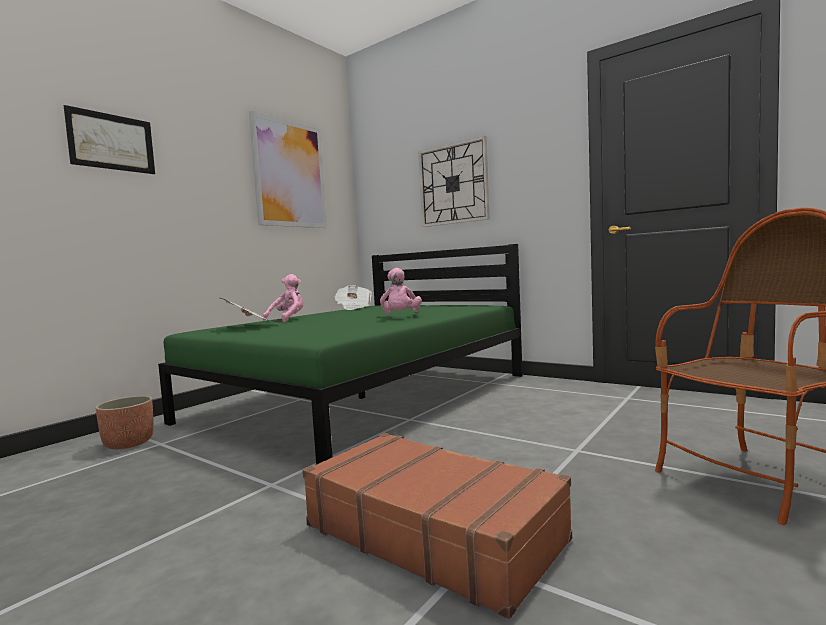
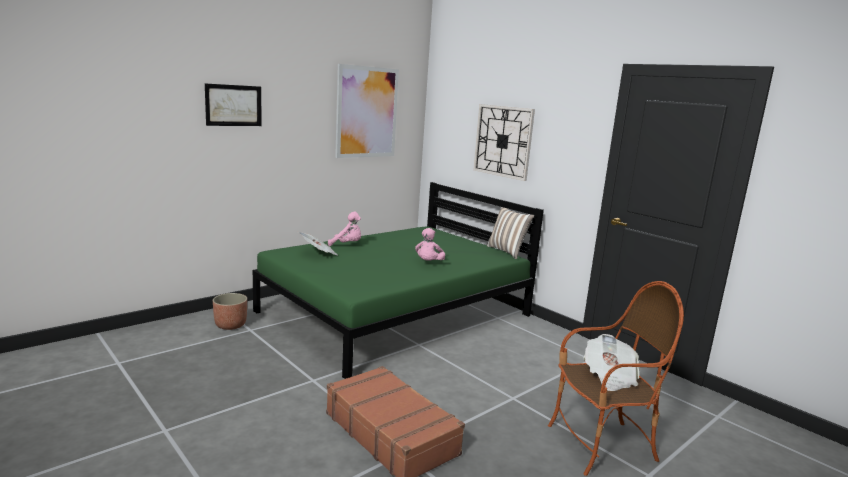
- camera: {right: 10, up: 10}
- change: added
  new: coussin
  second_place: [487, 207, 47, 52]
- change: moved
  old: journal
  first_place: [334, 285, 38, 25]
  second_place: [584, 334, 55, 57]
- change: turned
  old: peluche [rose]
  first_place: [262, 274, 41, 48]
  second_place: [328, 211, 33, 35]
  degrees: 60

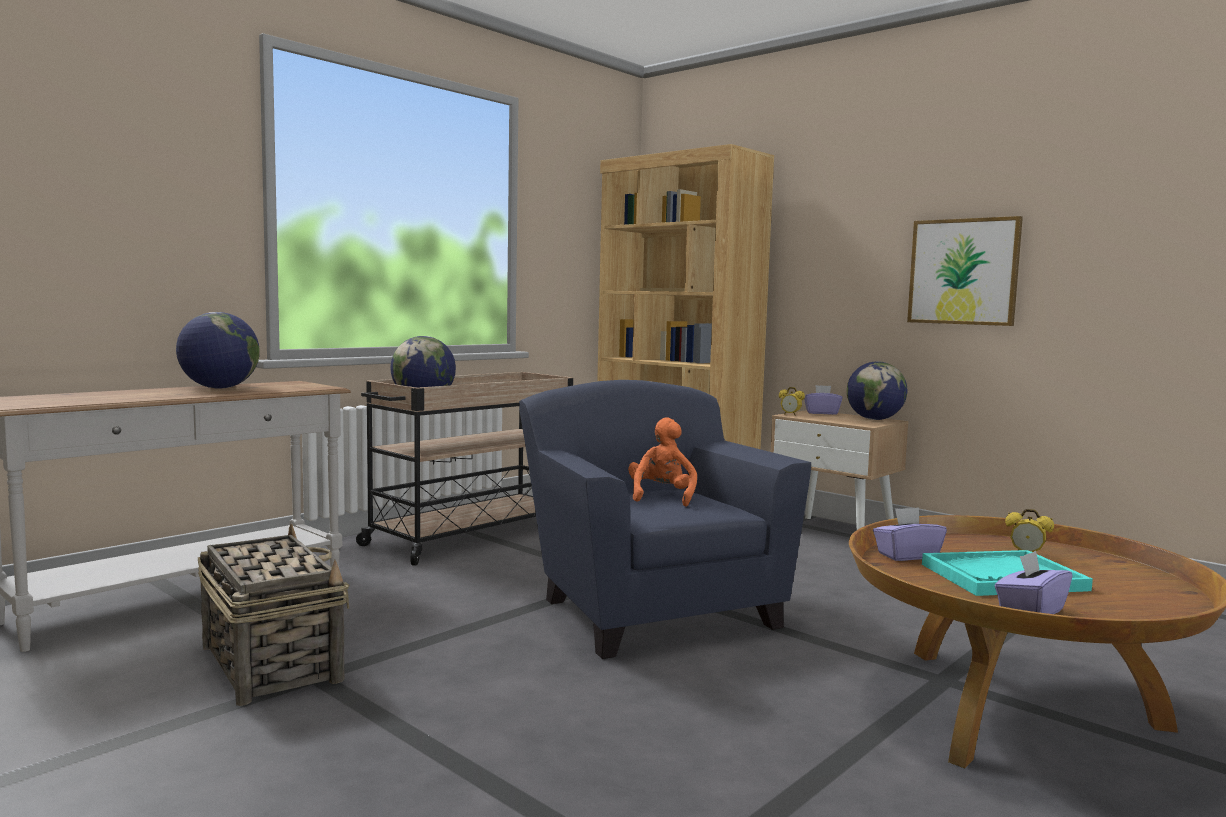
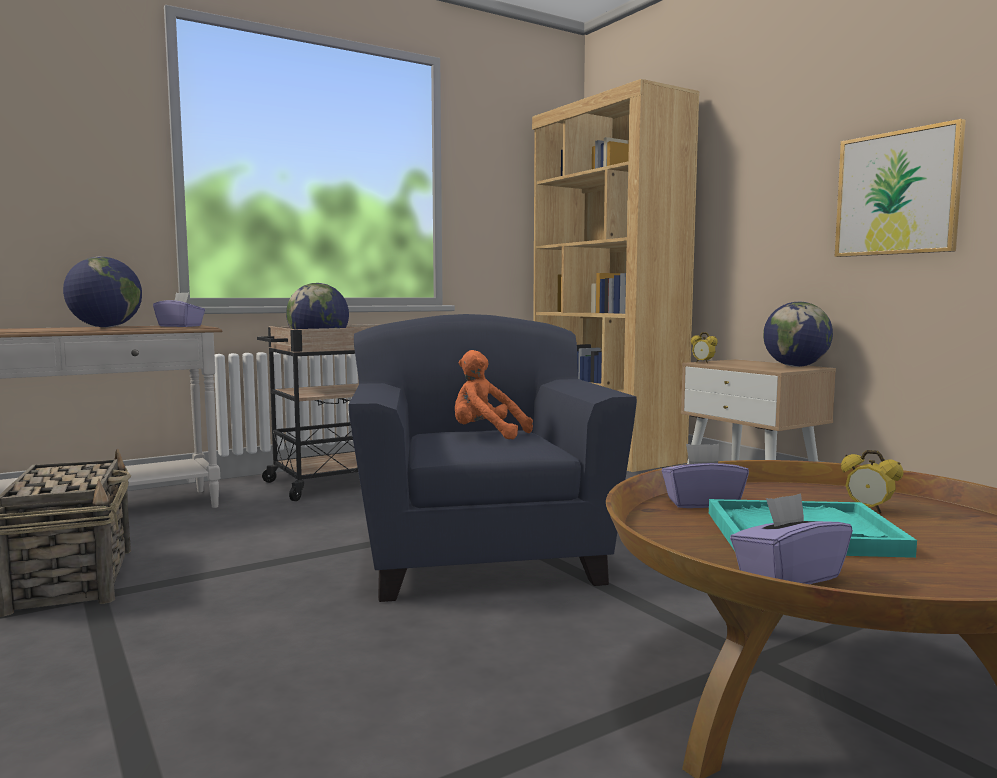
- camera: {right: 15, up: 0}
- change: moved
  old: boîte à mouchoirs [violet]
  first_place: [804, 385, 38, 30]
  second_place: [153, 292, 52, 35]
- change: turned
  old: peluche [orange]
  first_place: [628, 417, 69, 89]
  second_place: [455, 350, 78, 89]
  degrees: -90

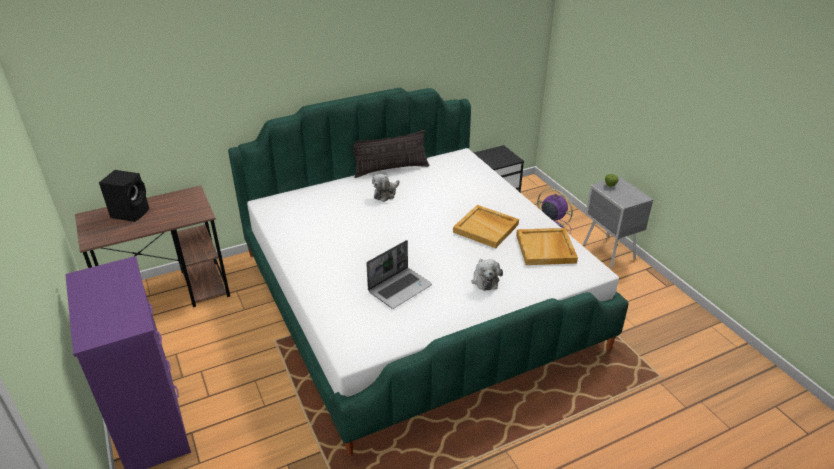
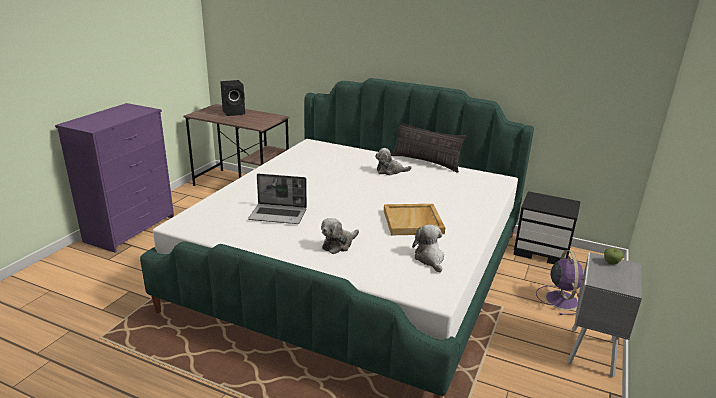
- camera: {right: 50, up: -10}
- change: replaced
  old: plateau [beige]
  new: peluche
  first_place: [516, 228, 62, 37]
  second_place: [412, 224, 32, 49]

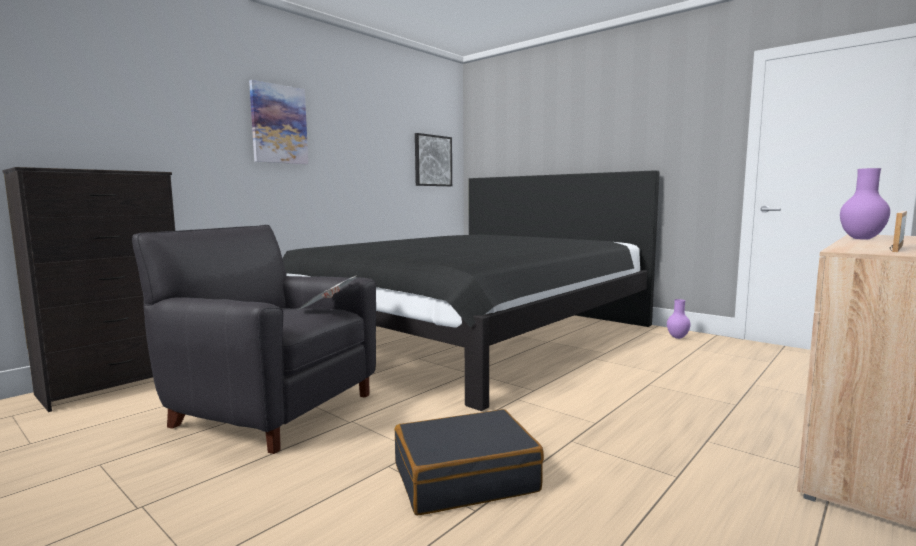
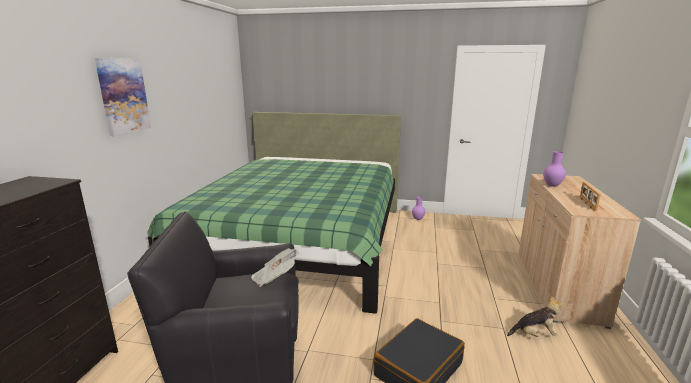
- camera: {right: -30, up: 10}
- change: removed
  old: tableau
  first_place: [415, 133, 37, 53]
- change: added
  new: peluche
  second_place: [507, 296, 57, 41]
- change: recoloured
  old: lit [noir]
  new: lit [vert]
  first_place: [283, 170, 376, 241]
  second_place: [147, 112, 254, 202]

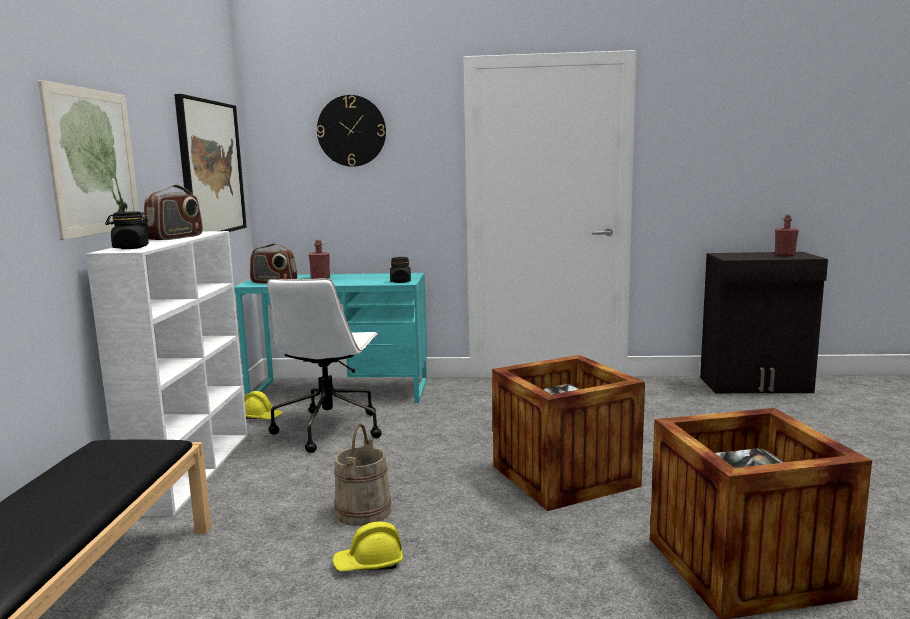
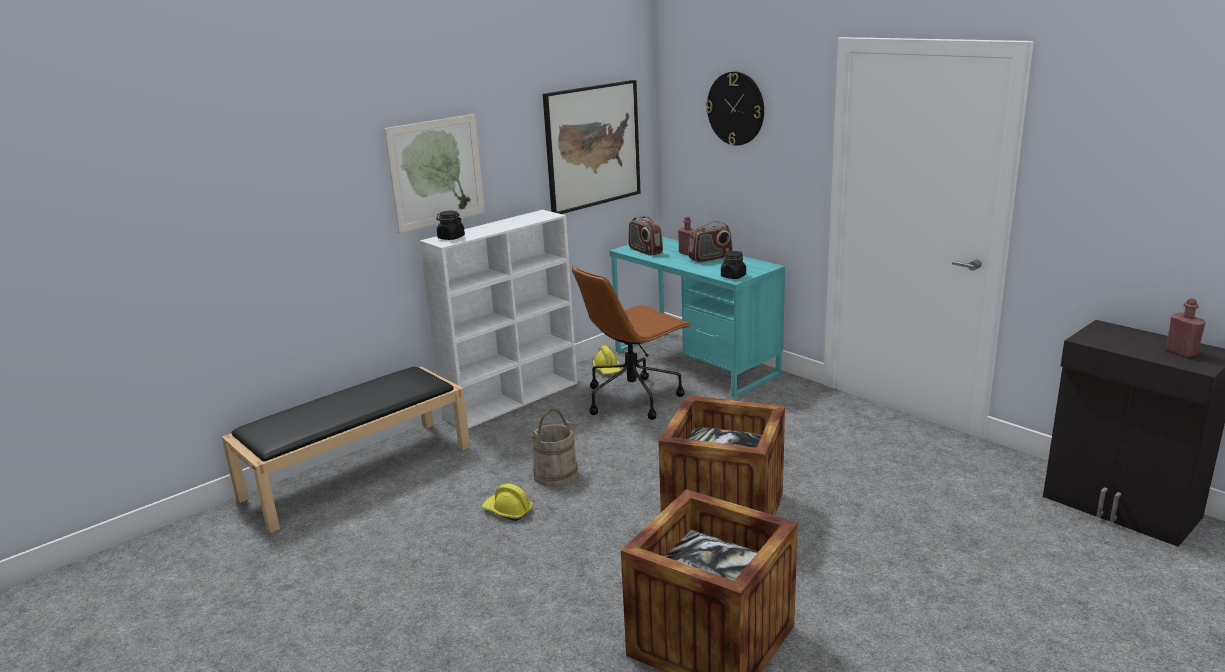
- camera: {right: 45, up: 10}
- change: moved
  old: radio
  first_place: [144, 185, 59, 55]
  second_place: [688, 221, 45, 42]
- change: recoloured
  old: chaise de bureau [blanc]
  new: chaise de bureau [marron]
  first_place: [267, 278, 115, 175]
  second_place: [572, 266, 120, 154]

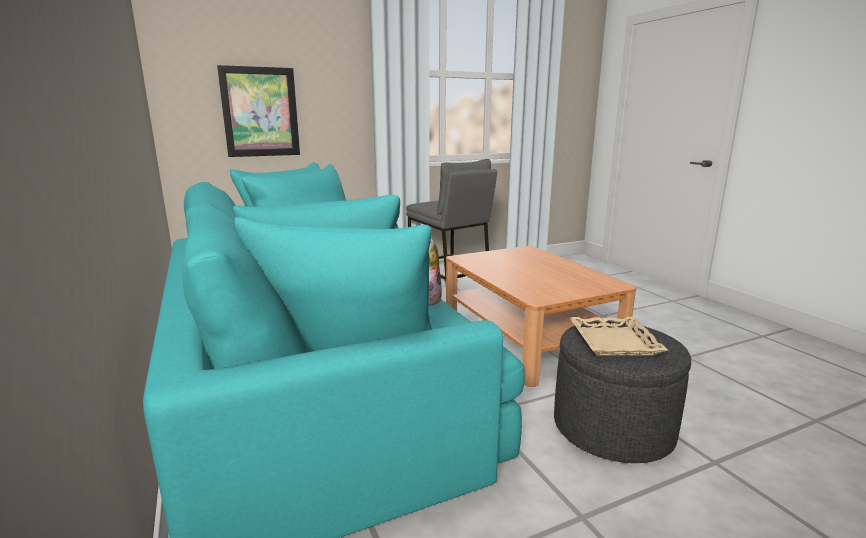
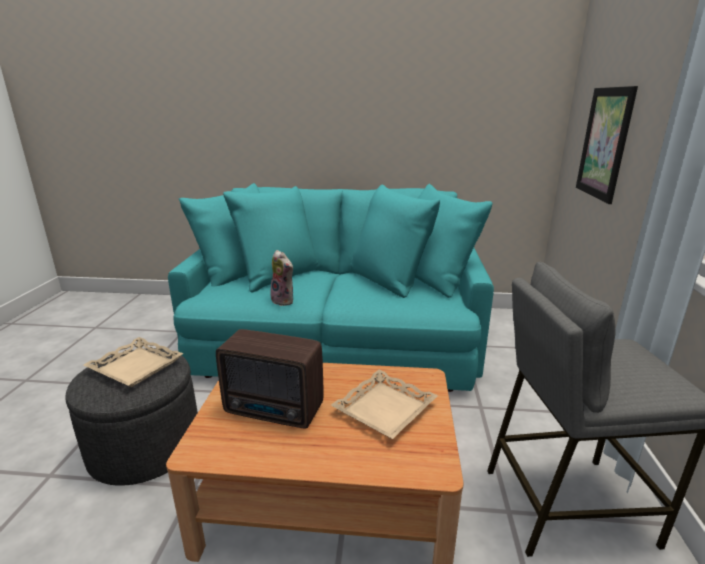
- camera: {right: 120, up: 5}
- change: added
  new: radio
  second_place: [216, 329, 107, 100]
- change: added
  new: plateau [beige]
  second_place: [331, 370, 107, 69]

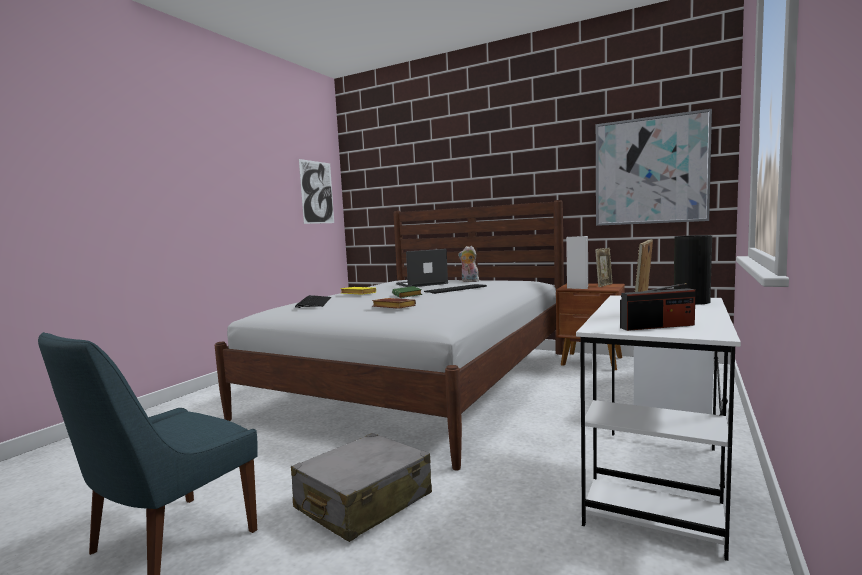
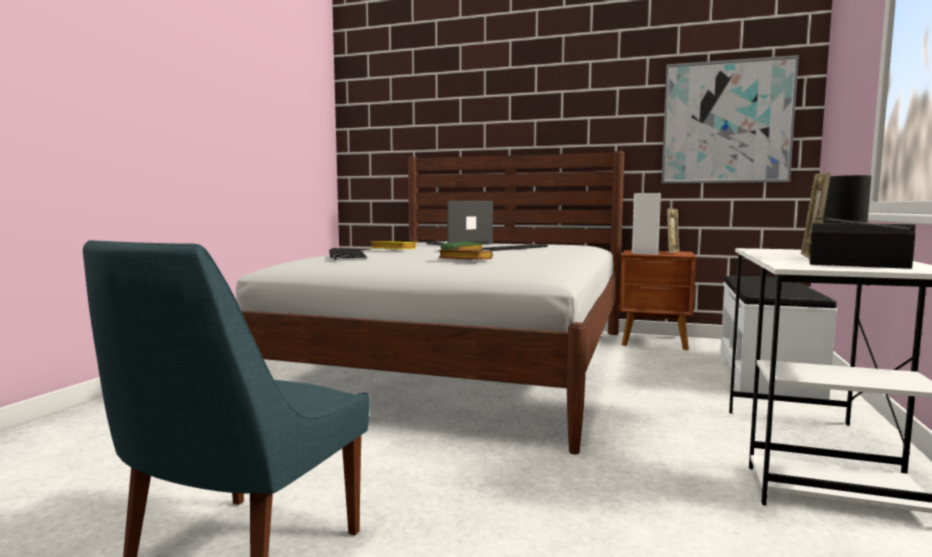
- camera: {right: -10, up: 0}
- change: removed
  old: valise [gris]
  first_place: [291, 433, 141, 109]
- change: removed
  old: tableau
  first_place: [299, 159, 35, 65]
- change: removed
  old: peluche
  first_place: [458, 246, 21, 36]
- change: turned
  old: radio
  first_place: [620, 283, 76, 48]
  second_place: [809, 217, 107, 52]
  degrees: -135

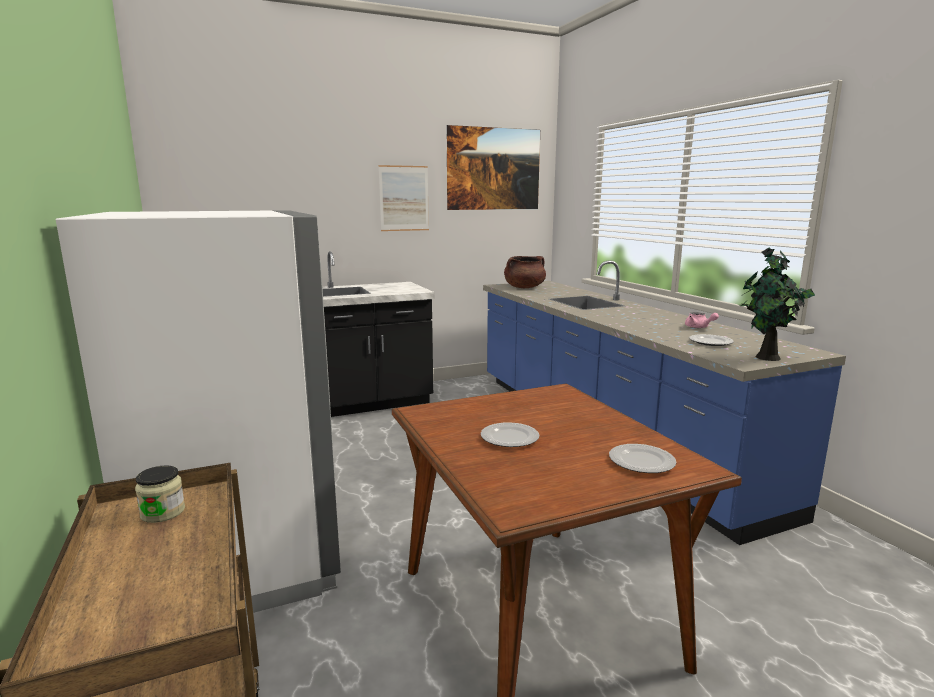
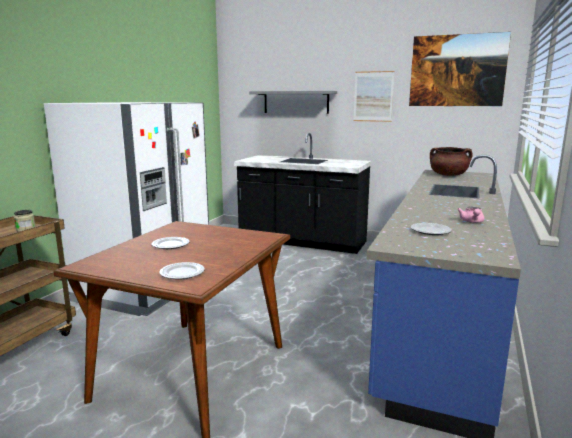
- camera: {right: 45, up: 0}
- change: removed
  old: plante en pot
  first_place: [740, 247, 75, 114]
- change: added
  new: étagère [gris]
  second_place: [249, 91, 88, 23]

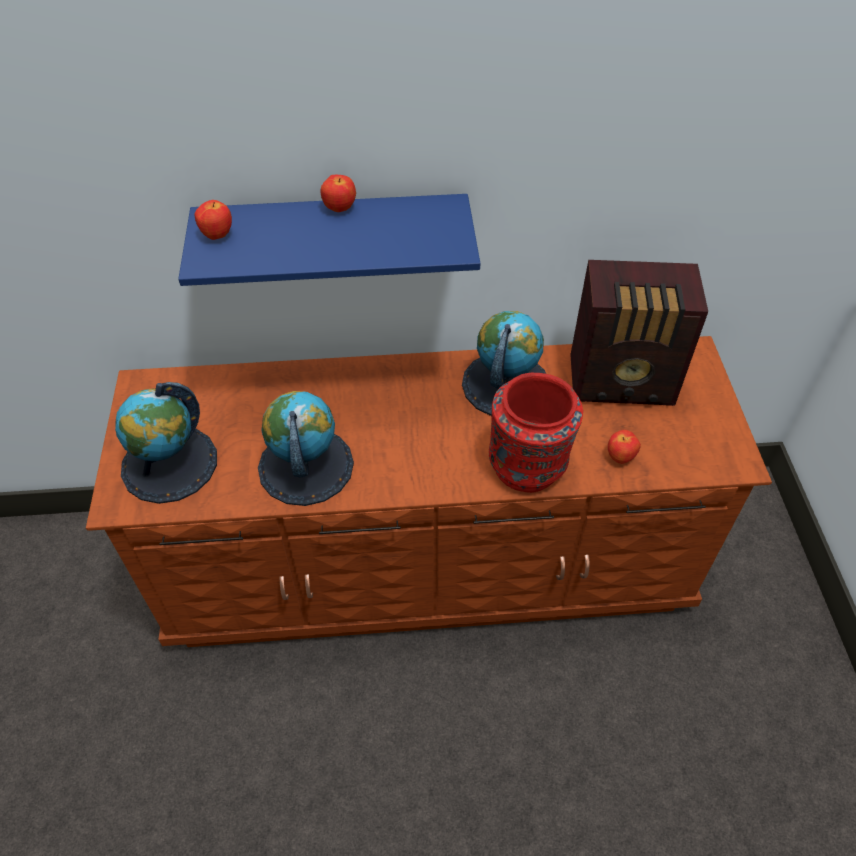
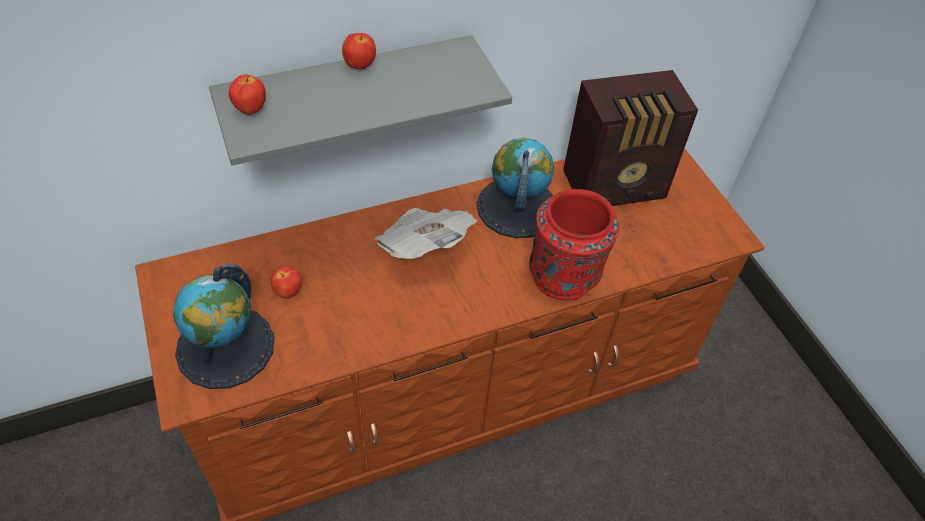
- camera: {right: -20, up: 0}
- change: removed
  old: globe
  first_place: [258, 391, 96, 115]
- change: added
  new: journal
  second_place: [374, 208, 103, 51]
- change: moved
  old: pomme
  first_place: [608, 430, 33, 34]
  second_place: [271, 266, 31, 33]
- change: recoloured
  old: étagère [bleu]
  new: étagère [gris]
  first_place: [178, 194, 302, 92]
  second_place: [209, 35, 303, 131]

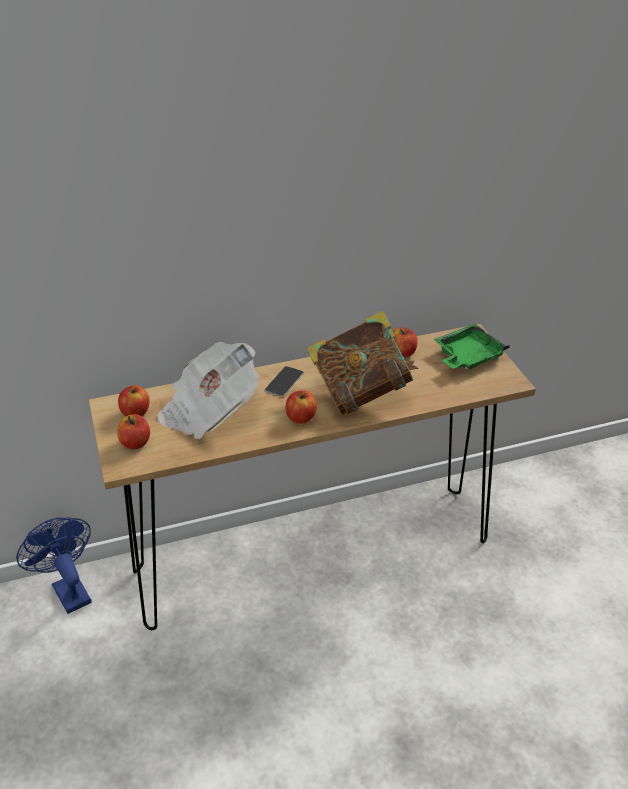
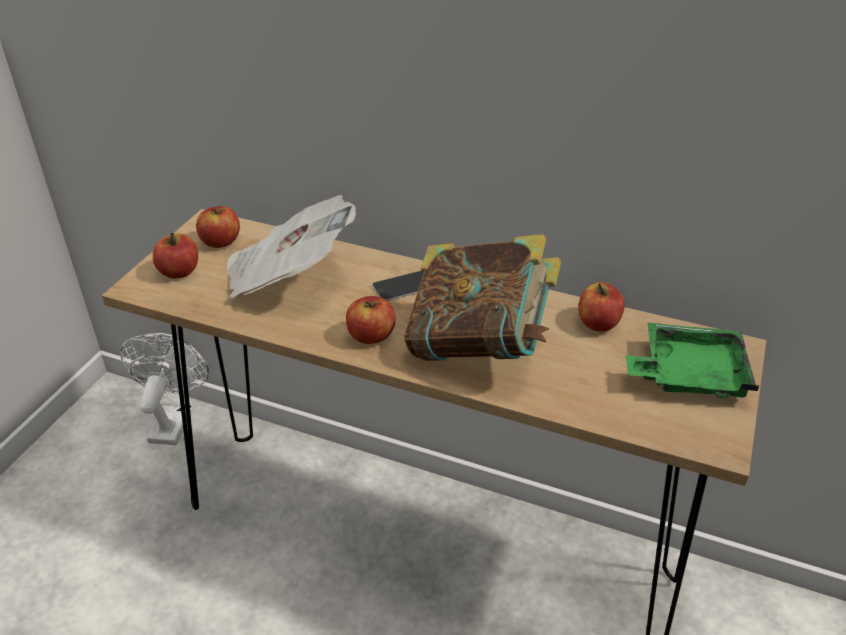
- camera: {right: 40, up: 0}
- change: recoloured
  old: ventilateur [bleu]
  new: ventilateur [blanc]
  first_place: [16, 517, 76, 97]
  second_place: [120, 333, 89, 112]

